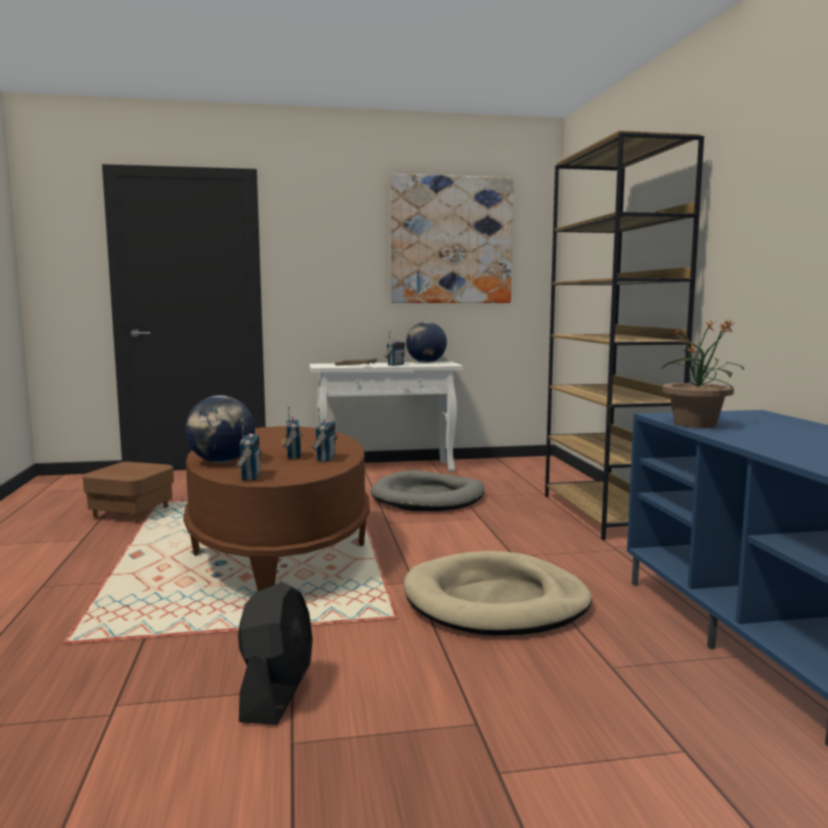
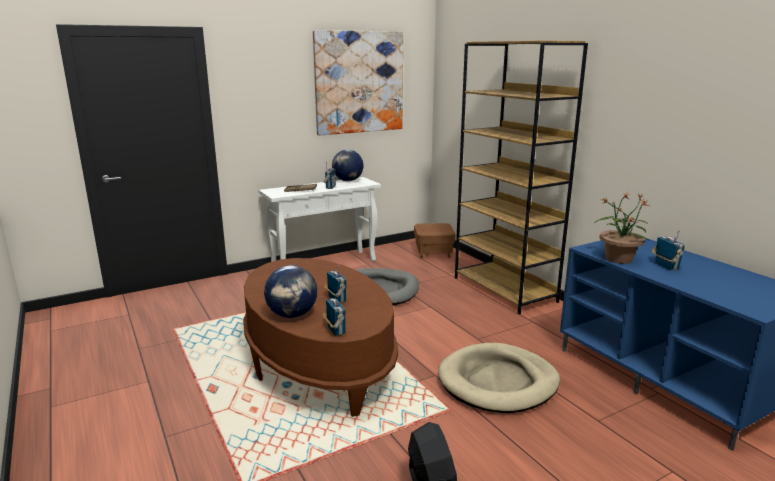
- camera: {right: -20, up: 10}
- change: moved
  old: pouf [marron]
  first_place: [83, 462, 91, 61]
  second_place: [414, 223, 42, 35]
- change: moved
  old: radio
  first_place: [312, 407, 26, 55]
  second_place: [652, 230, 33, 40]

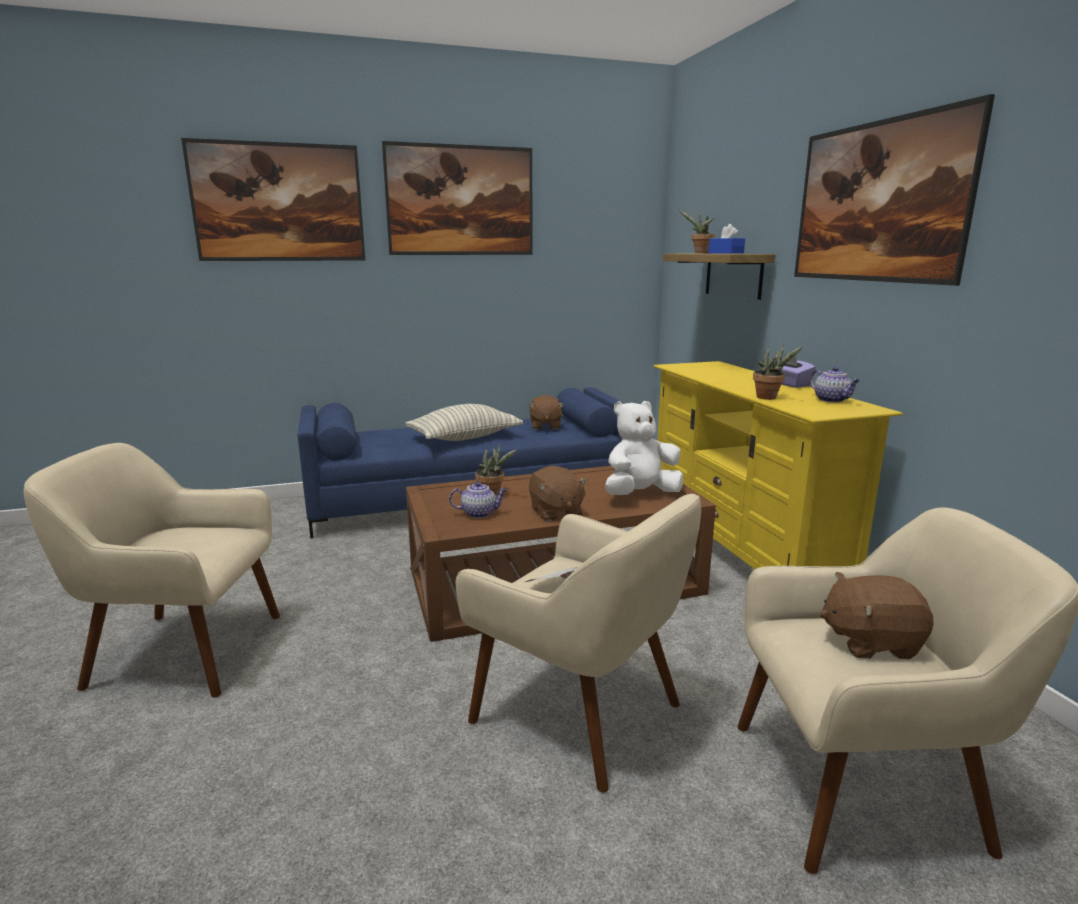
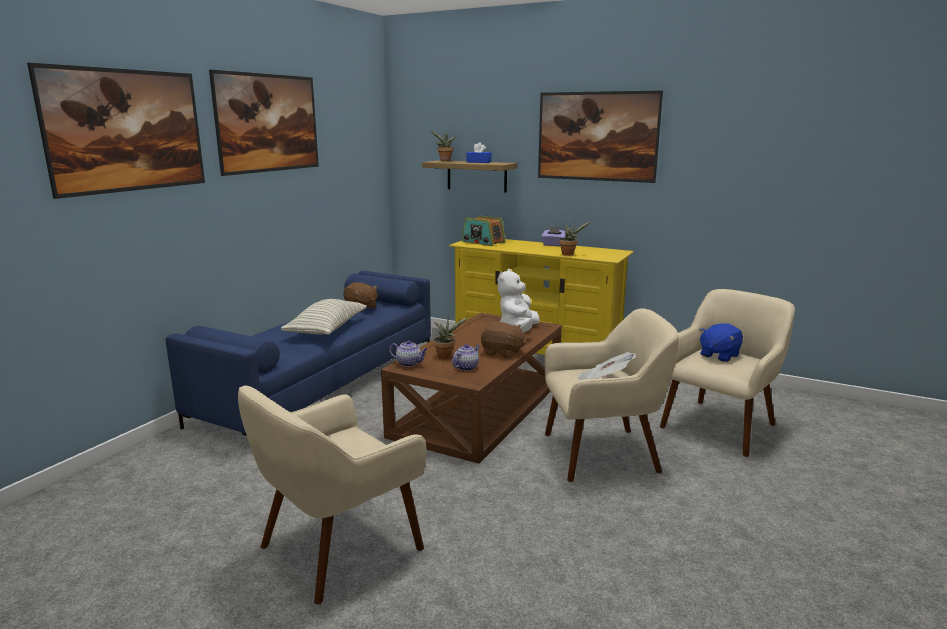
- camera: {right: -45, up: 0}
- change: added
  new: radio
  second_place: [462, 216, 44, 30]
- change: moved
  old: théière
  first_place: [810, 367, 50, 36]
  second_place: [389, 340, 39, 27]
- change: recoloured
  old: peluche [marron]
  new: peluche [bleu]
  first_place: [820, 572, 113, 87]
  second_place: [700, 323, 43, 39]

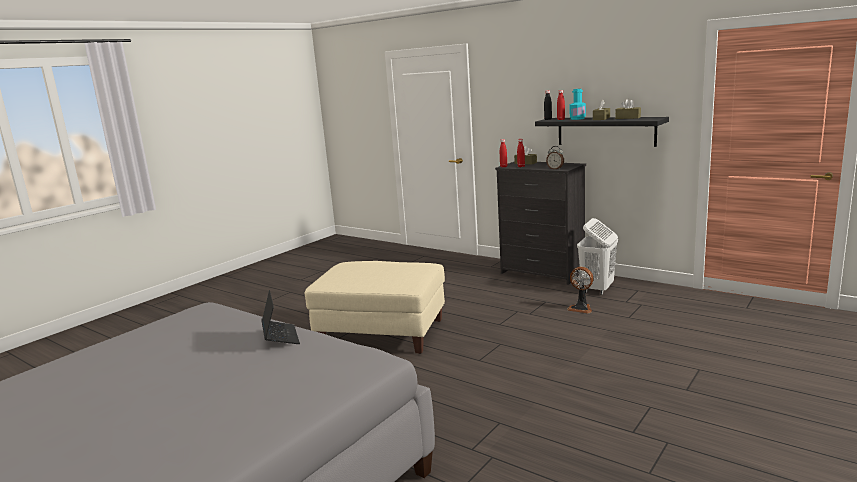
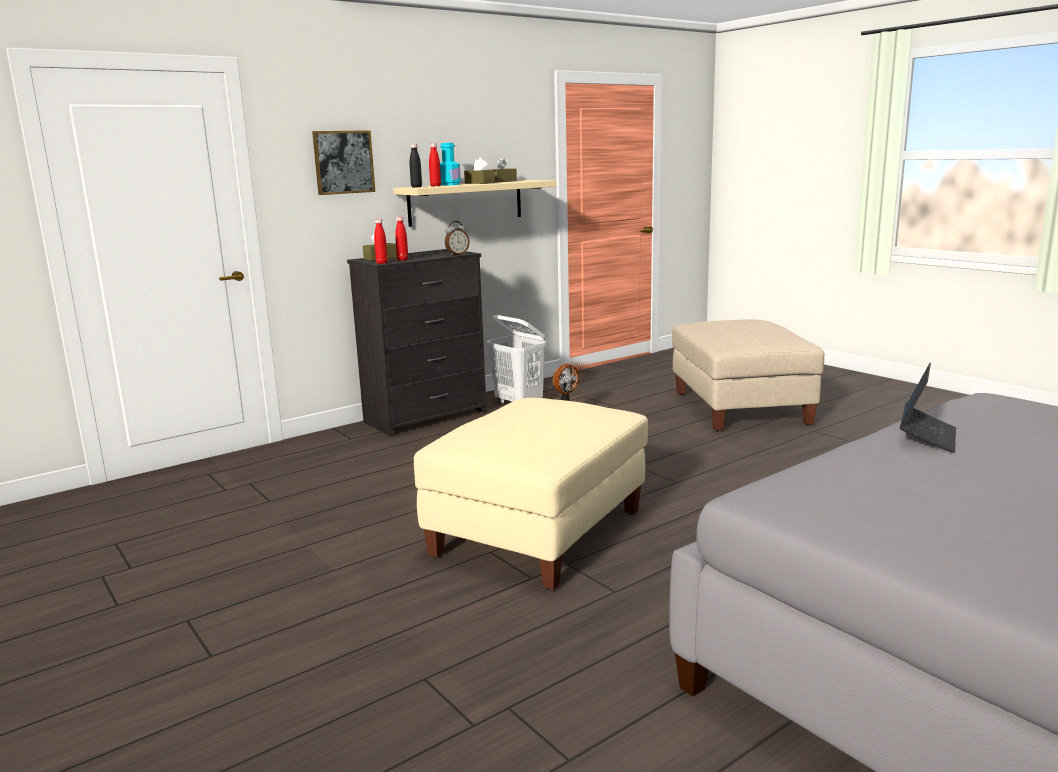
- camera: {right: -75, up: 0}
- change: added
  new: tableau
  second_place: [312, 130, 63, 65]
- change: added
  new: pouf [beige]
  second_place: [672, 319, 153, 112]
- change: recoloured
  old: étagère [noir]
  new: étagère [beige]
  first_place: [535, 117, 134, 30]
  second_place: [393, 180, 163, 47]
- change: turned
  old: ordinateur portable
  first_place: [261, 290, 39, 54]
  second_place: [900, 362, 56, 91]
  degrees: 120

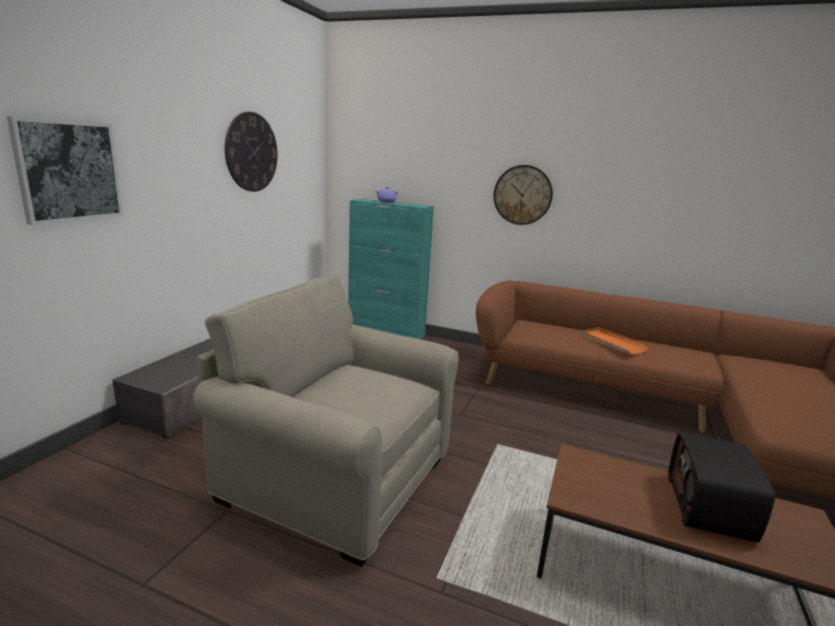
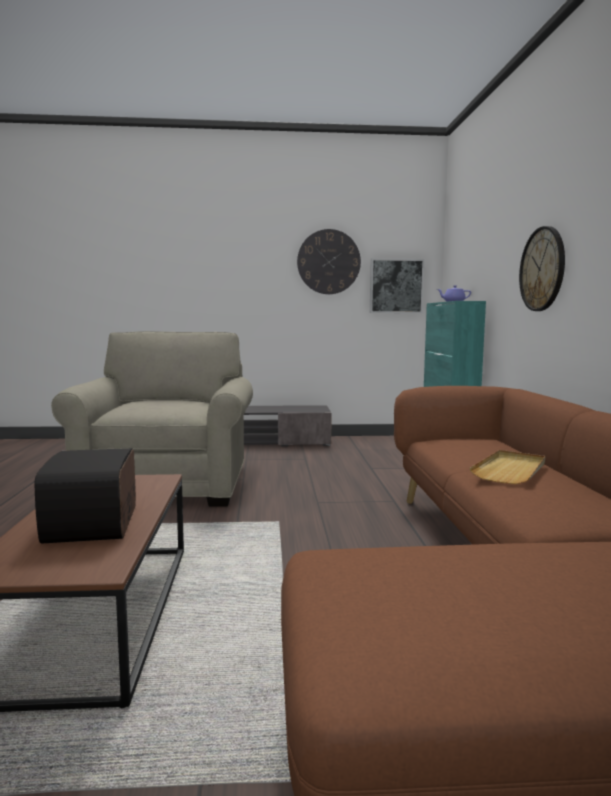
- camera: {right: 65, up: -10}
- change: moved
  old: tableau
  first_place: [7, 116, 116, 109]
  second_place: [370, 258, 55, 55]
- change: recoloured
  old: plateau [orange]
  new: plateau [beige]
  first_place: [580, 327, 71, 28]
  second_place: [470, 450, 75, 34]
- change: turned
  old: radio
  first_place: [668, 432, 107, 111]
  second_place: [35, 448, 101, 96]
  degrees: -90

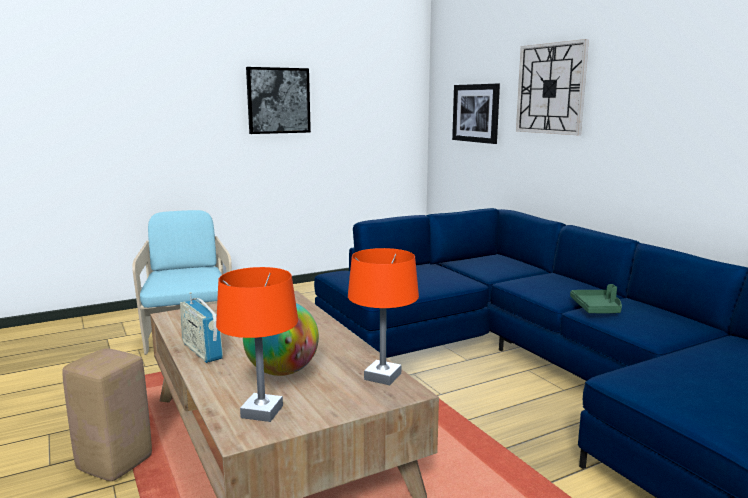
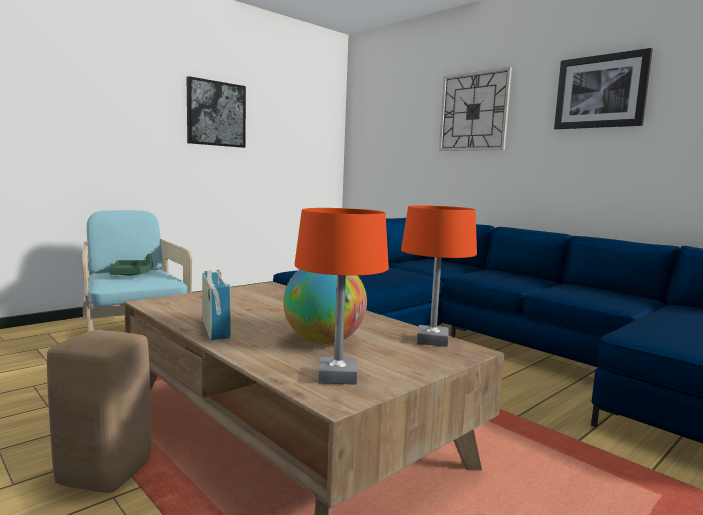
- camera: {right: -15, up: -5}
- change: moved
  old: tableau
  first_place: [452, 83, 48, 61]
  second_place: [554, 48, 99, 81]
- change: moved
  old: plateau [vert]
  first_place: [570, 284, 52, 29]
  second_place: [109, 254, 44, 22]
- change: turned
  old: radio
  first_place: [180, 292, 43, 71]
  second_place: [202, 270, 29, 70]
  degrees: -150

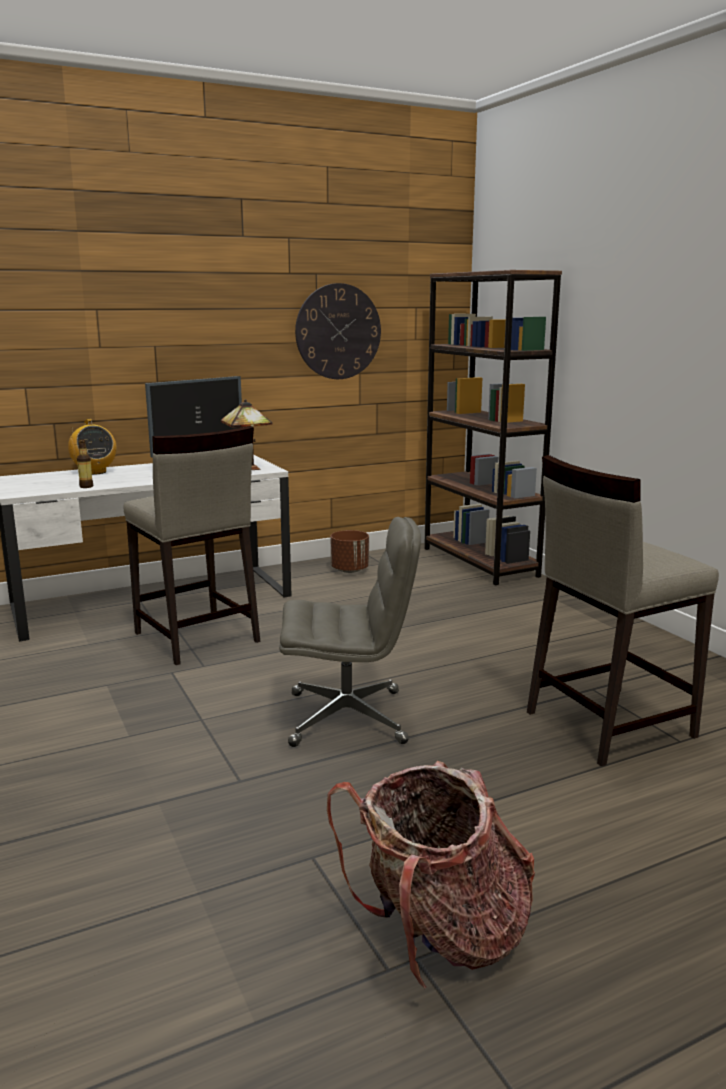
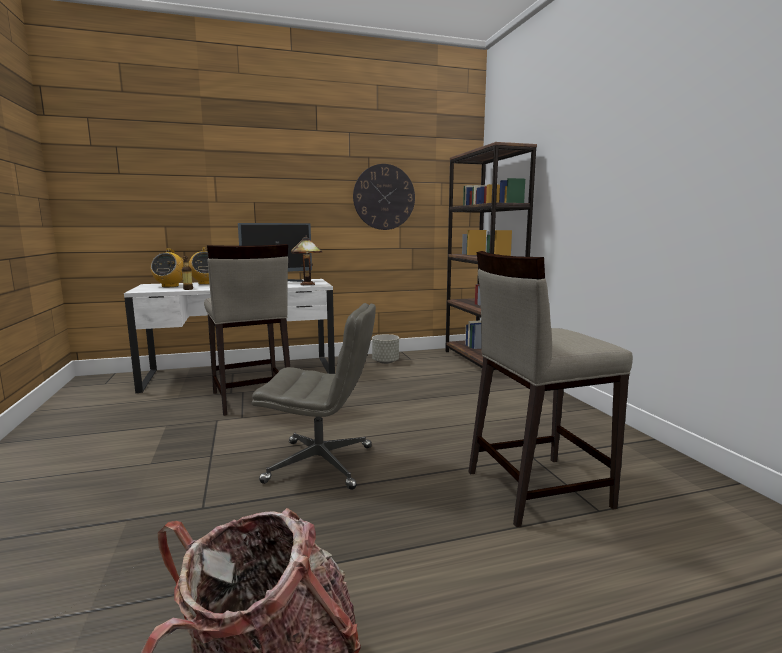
- camera: {right: 10, up: -5}
- change: added
  new: radio
  second_place: [151, 249, 32, 38]
- change: recoloured
  old: cache-pot [marron]
  new: cache-pot [gris]
  first_place: [331, 530, 38, 43]
  second_place: [372, 334, 27, 30]

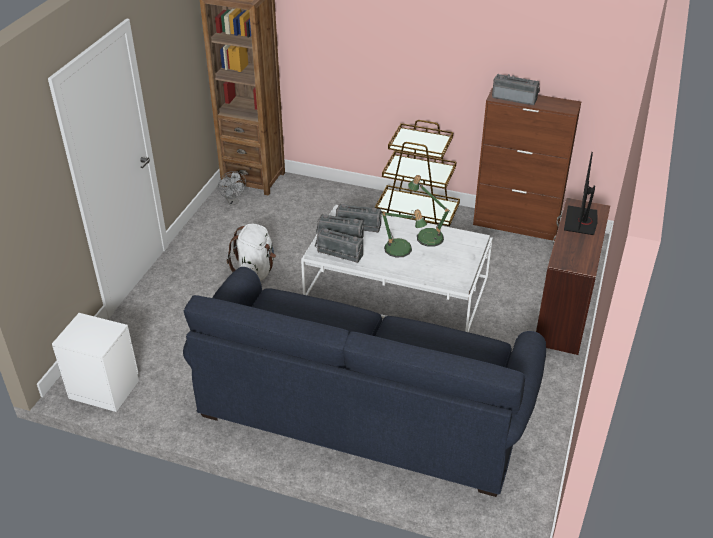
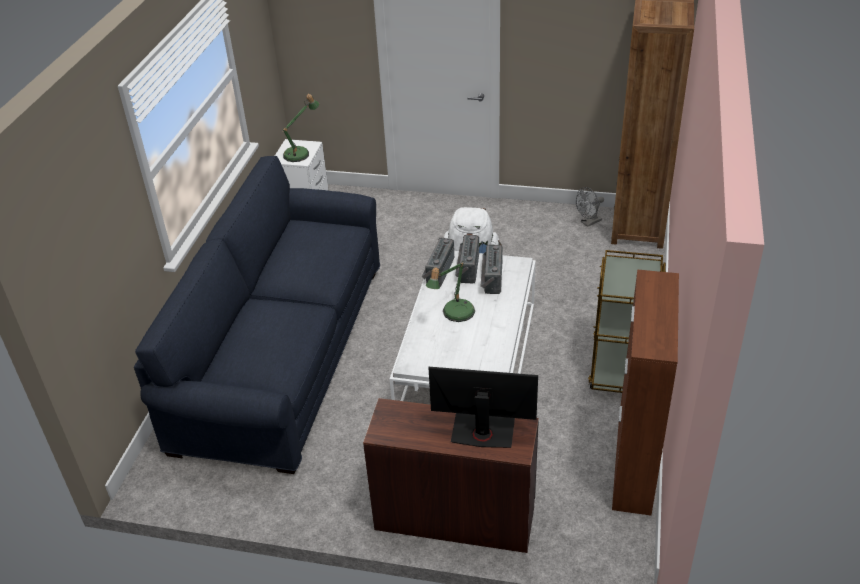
- camera: {right: 85, up: 0}
- change: removed
  old: radio
  first_place: [492, 74, 48, 31]
- change: moved
  old: lampe de table
  first_place: [408, 175, 42, 72]
  second_place: [282, 94, 37, 68]

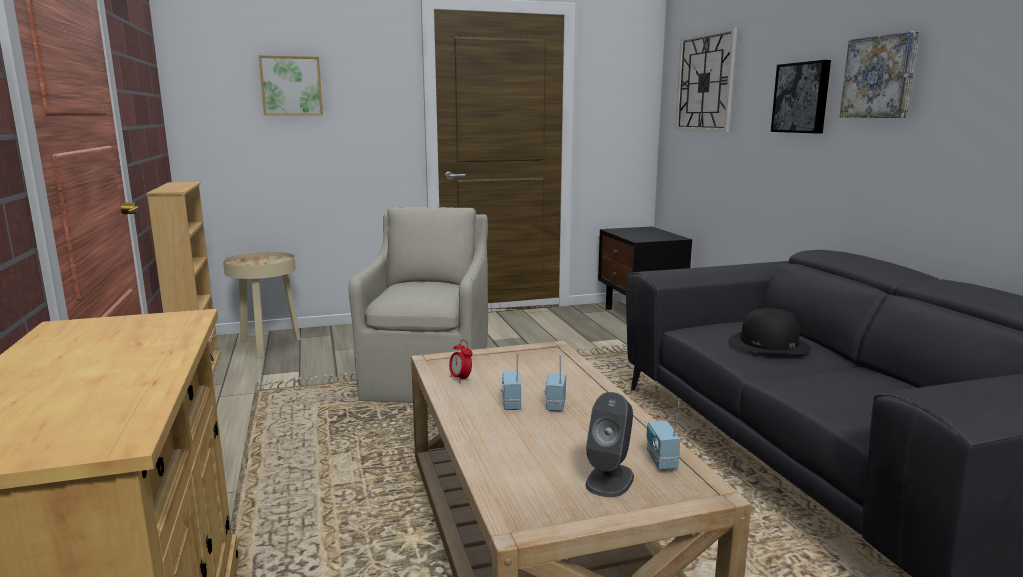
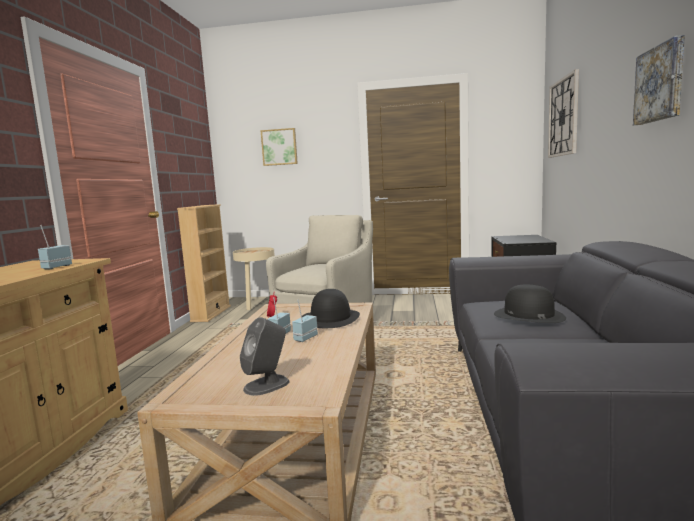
- camera: {right: 25, up: -5}
- change: removed
  old: tableau
  first_place: [771, 60, 60, 73]
- change: added
  new: chapeau [noir]
  second_place: [302, 289, 58, 39]
- change: moved
  old: radio
  first_place: [646, 402, 34, 68]
  second_place: [38, 225, 34, 44]

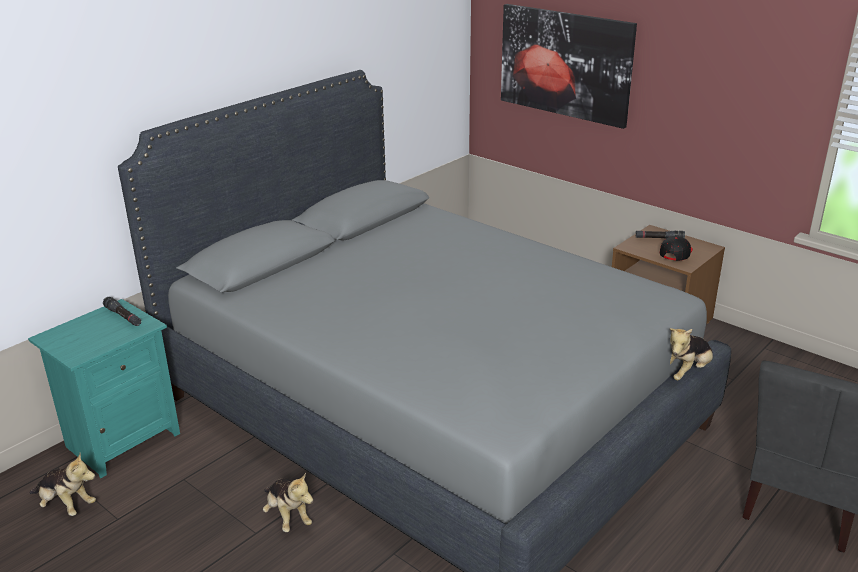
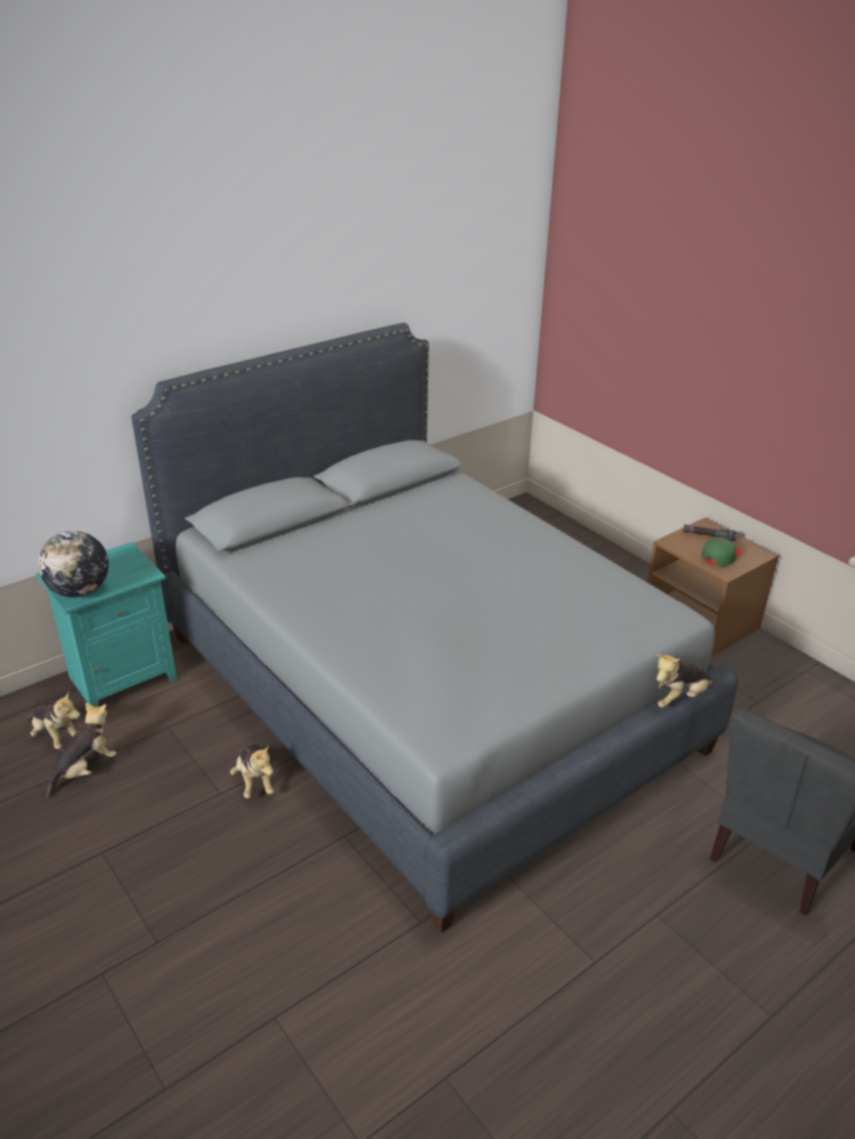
- camera: {right: 10, up: 5}
- change: removed
  old: lampe de poche [noir]
  first_place: [103, 297, 38, 29]
- change: removed
  old: tableau
  first_place: [501, 4, 136, 125]
- change: added
  new: globe
  second_place: [38, 531, 71, 67]
- change: added
  new: peluche
  second_place: [46, 702, 70, 96]
- change: recoloured
  old: casquette [noir]
  new: casquette [vert]
  first_place: [659, 236, 34, 25]
  second_place: [701, 537, 40, 29]

